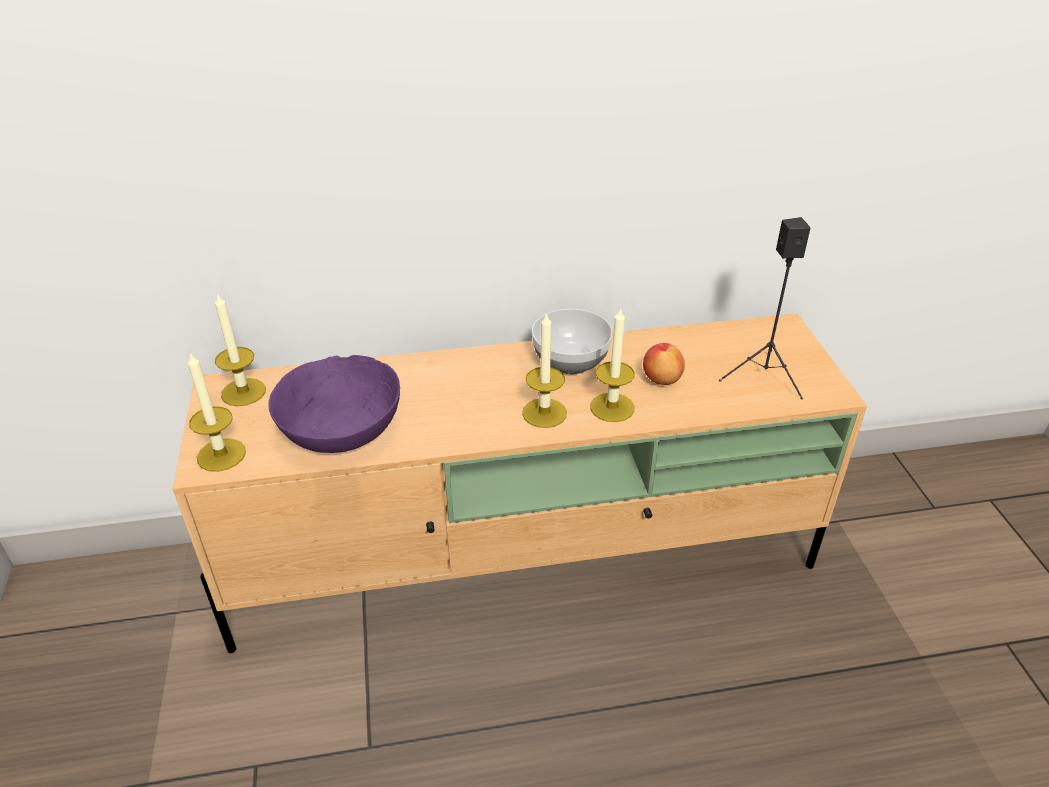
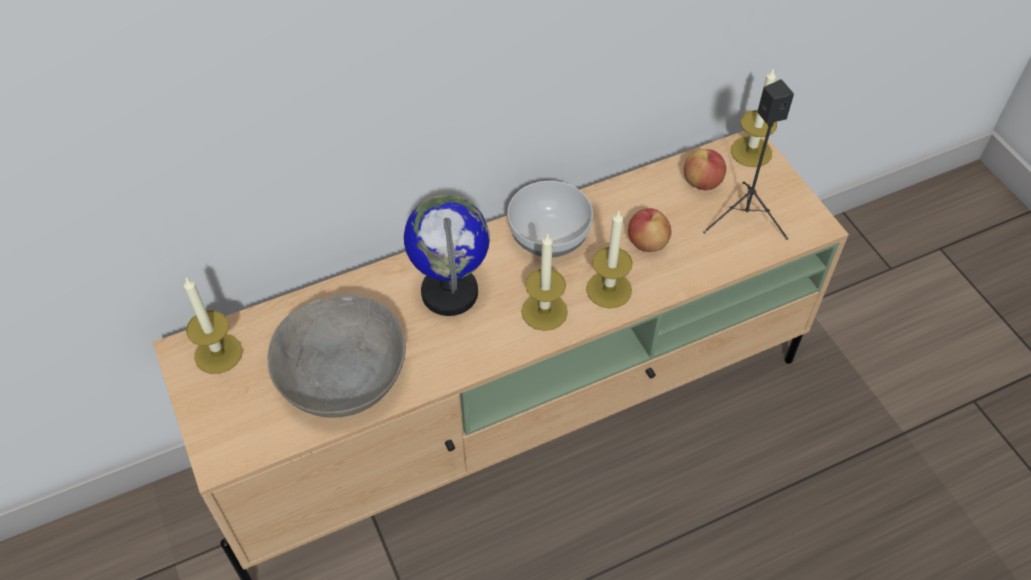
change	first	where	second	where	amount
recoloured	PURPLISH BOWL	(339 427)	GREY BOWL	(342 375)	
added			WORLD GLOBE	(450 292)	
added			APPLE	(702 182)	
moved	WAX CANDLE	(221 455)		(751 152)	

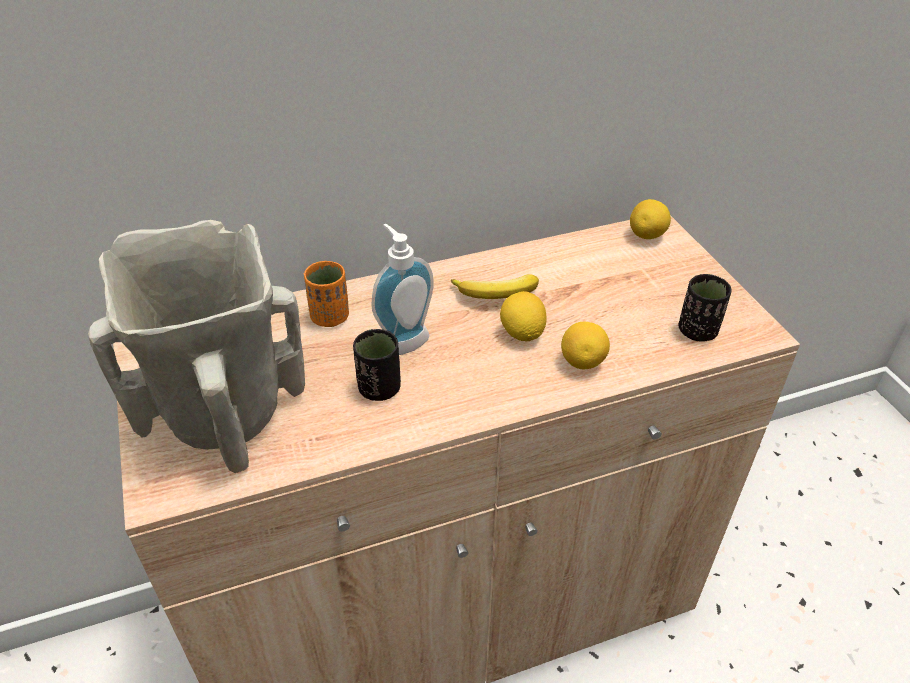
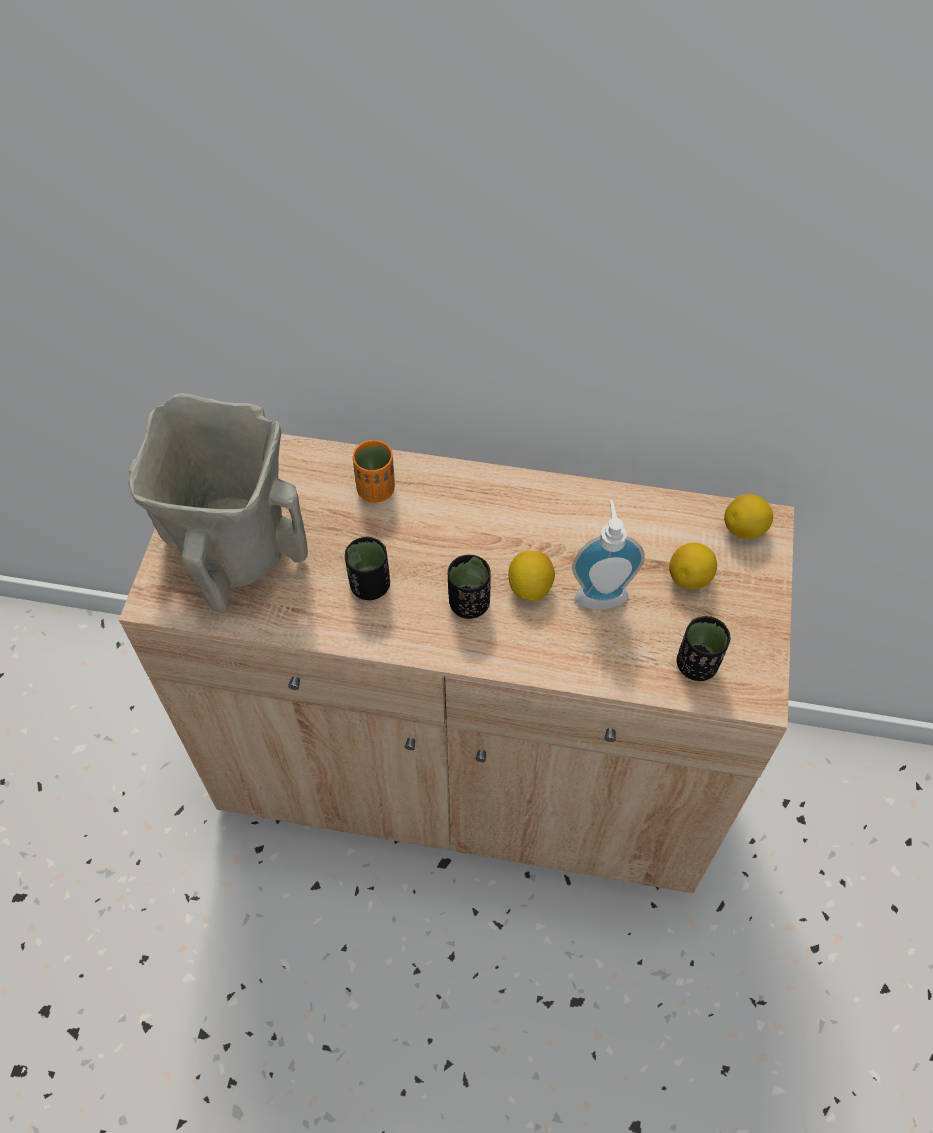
change	first	where	second	where	amount
added			BLACK CUP	(469 603)	
moved	LIQUID SOAP BOTTLE	(402 340)		(600 592)	
moved	CITRUS FRUIT	(582 362)		(689 578)	
removed	WHOLE BANANA	(497 294)			

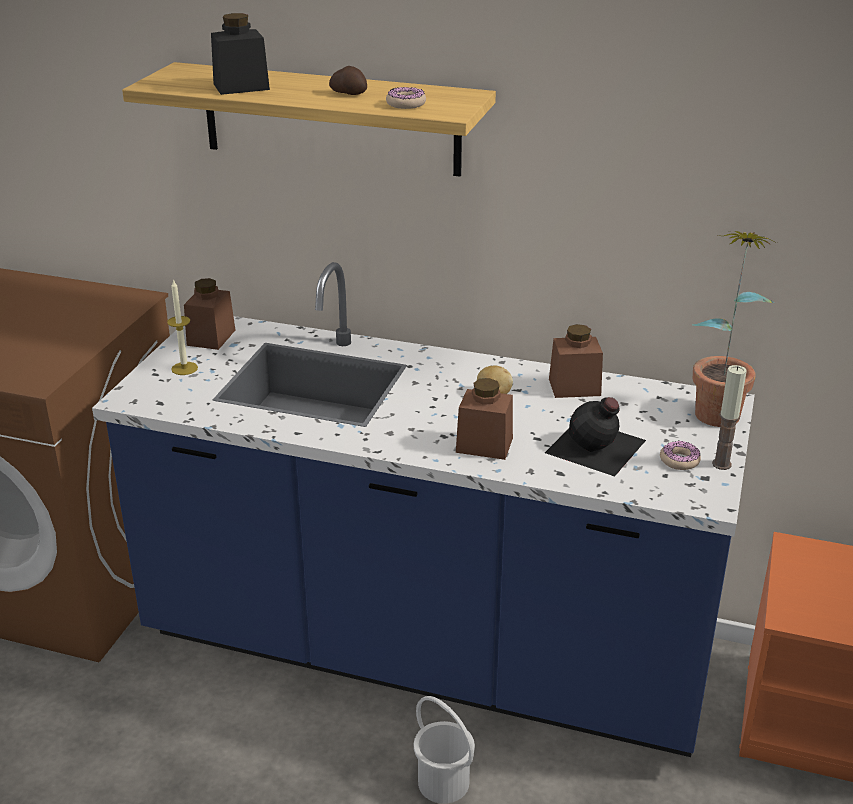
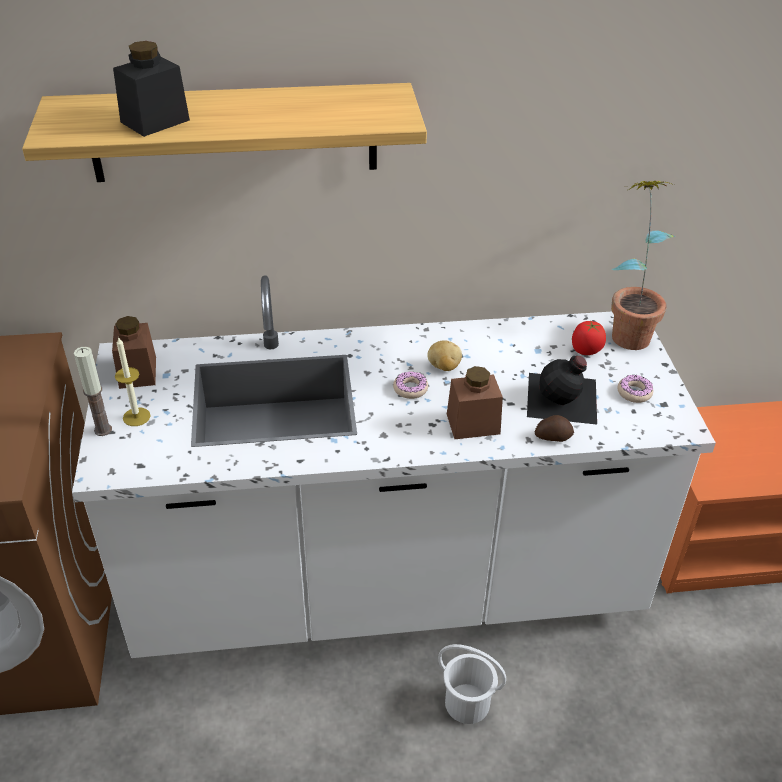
change	first	where	second	where	amount
recoloured	BLUE-COLOURED COUNTER	(426 652)	WHITE-COLOURED COUNTER	(387 587)	
moved	WAX CANDLE	(721 464)		(103 430)	
moved	DONUT	(406 104)		(410 389)	
moved	POTATO	(349 93)		(553 436)	
added			WHOLE TOMATO	(586 350)	
removed	BROWNISH STORAGE JAR	(574 387)			

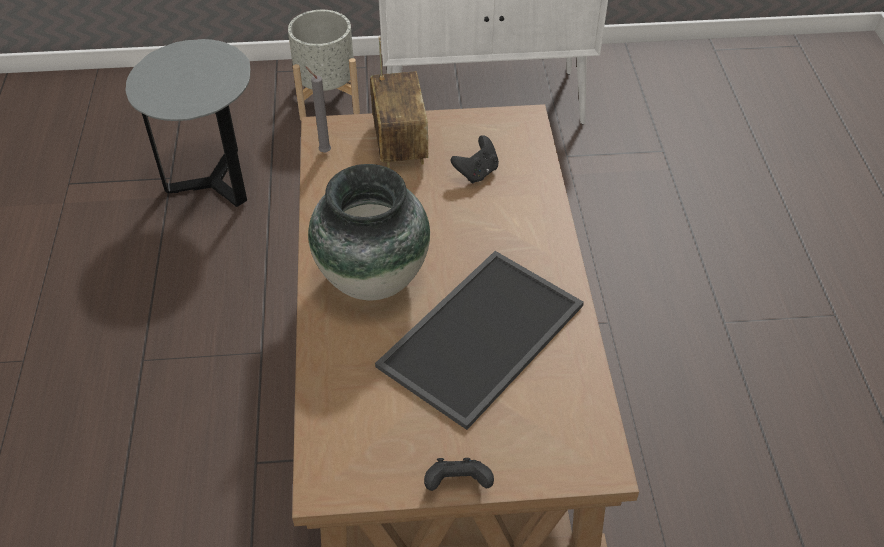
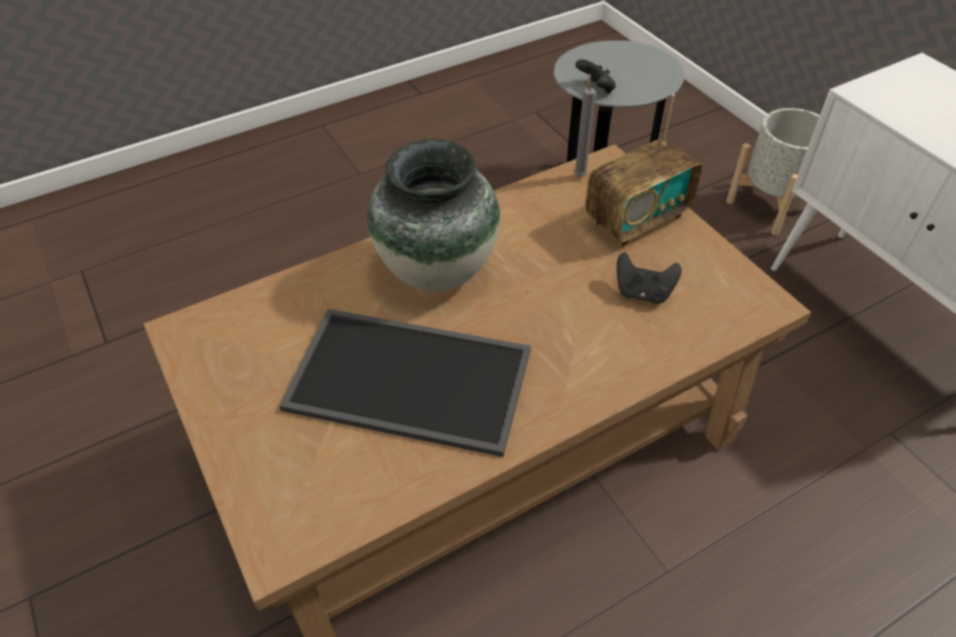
change	first	where	second	where	amount
moved	BLACK JOYPAD	(458 485)		(596 89)	

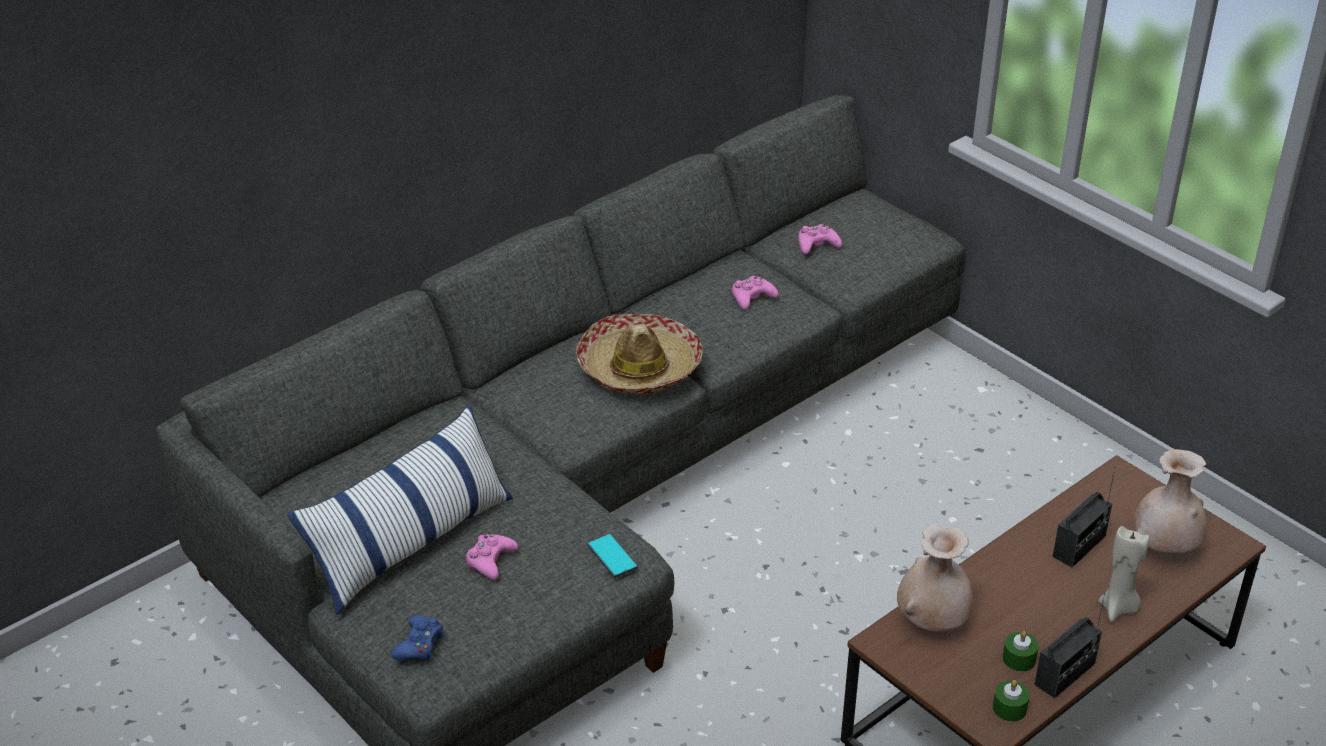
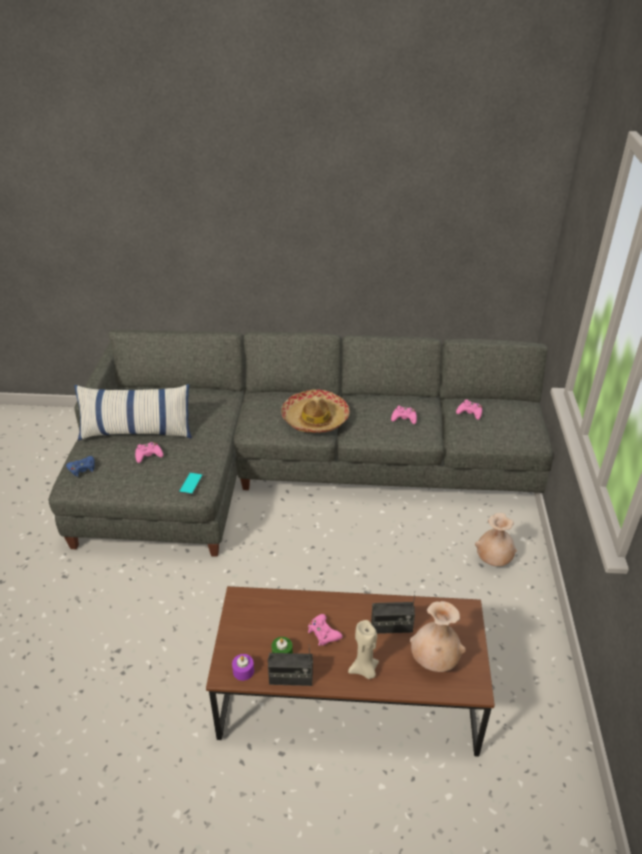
change	first	where	second	where	amount
recoloured	GREEN-COLOURED WAX CANDLE	(1009 708)	PURPLISH WAX CANDLE	(243 671)	
added			PINK-COLOURED JOYPAD	(323 633)	
moved	BEIGE-COLOURED VASE	(932 621)		(493 560)	

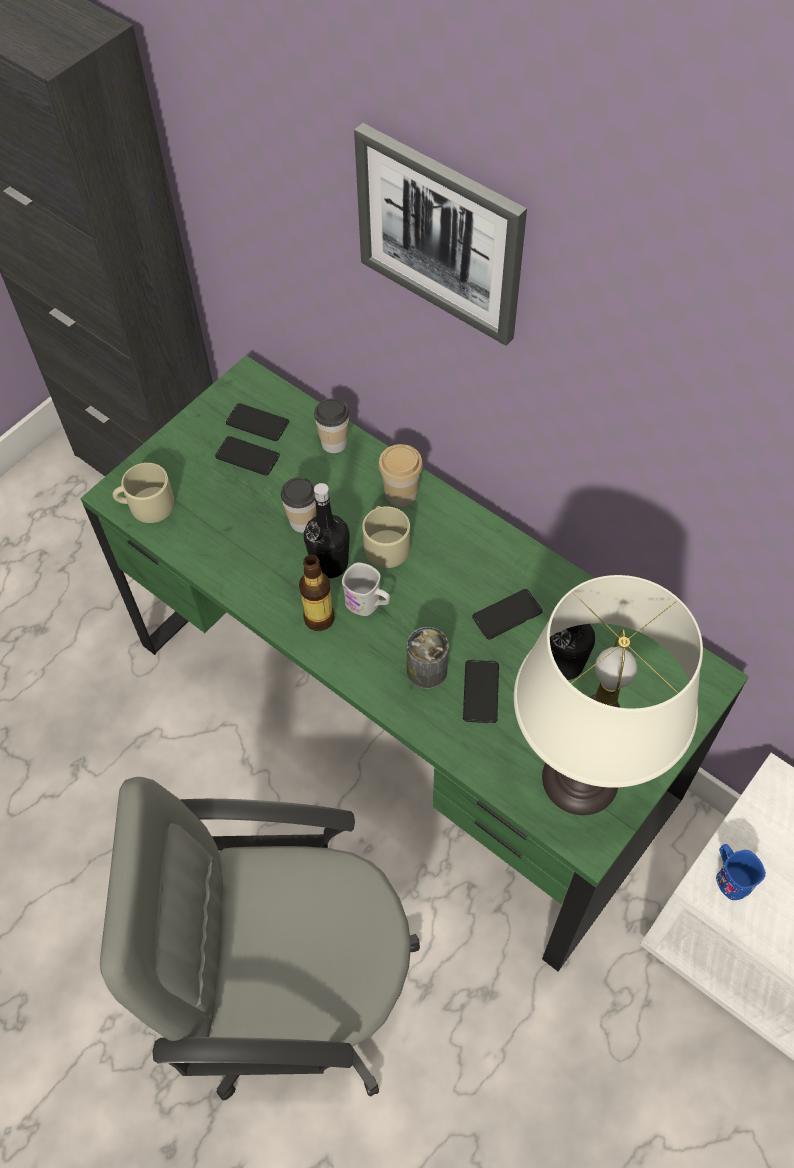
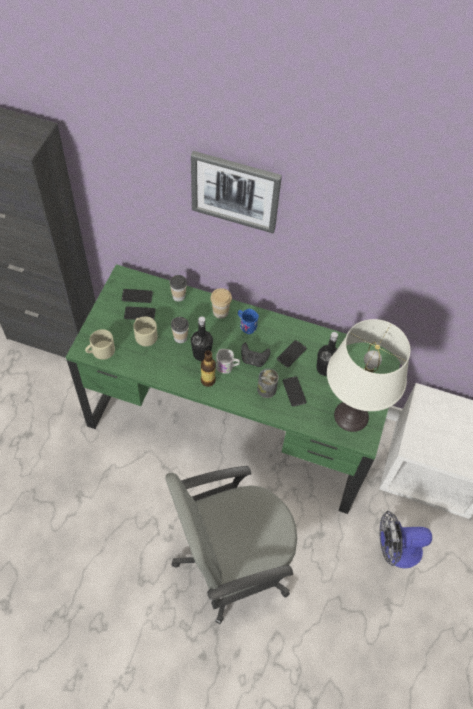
change	first	where	second	where	amount
moved	BEIGE-COLOURED TEA MUG	(385 543)		(144 334)	
moved	BLUE-COLOURED TEA MUG	(730 876)		(246 325)	
added			BLACK JOYPAD	(254 360)	
added			COOLING FAN	(395 550)	

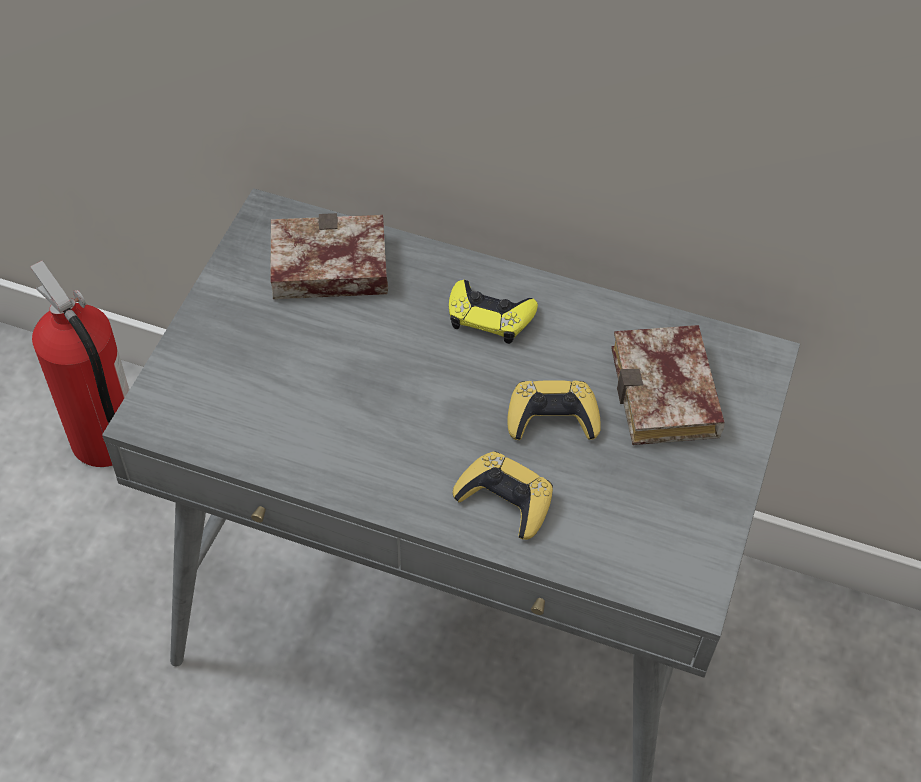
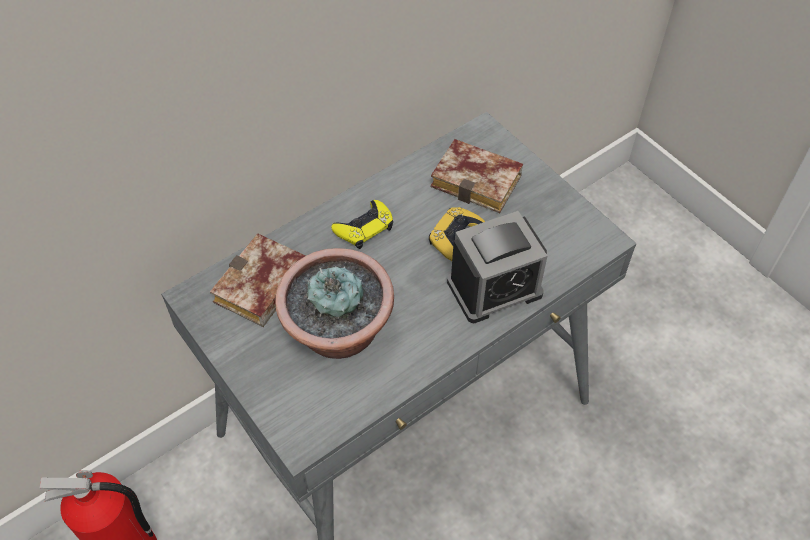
change	first	where	second	where	amount
added			POTTED PLANT	(339 334)	
replaced	YELLOW-COLOURED JOYPAD	(505 500)	TABLE CLOCK	(494 288)	

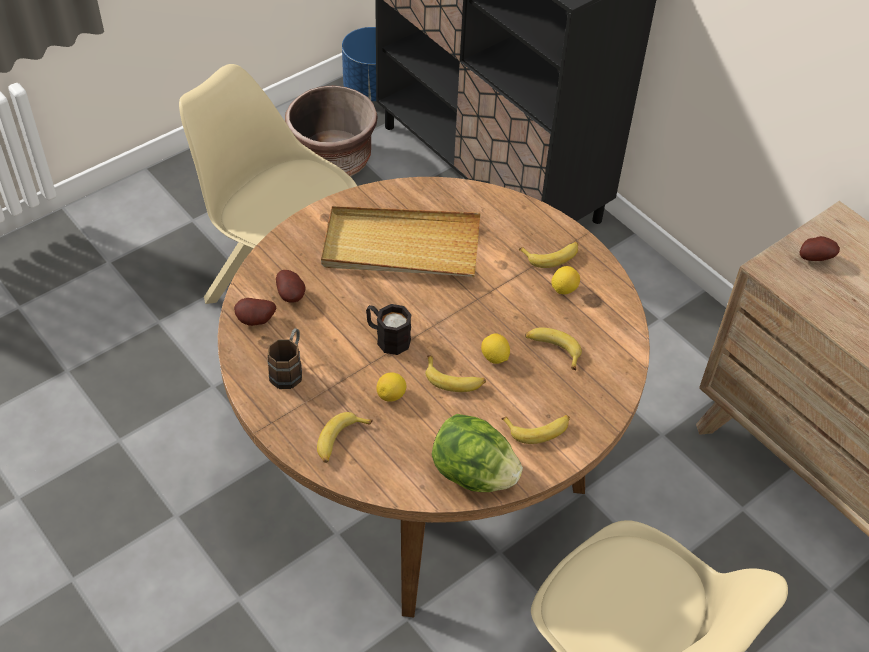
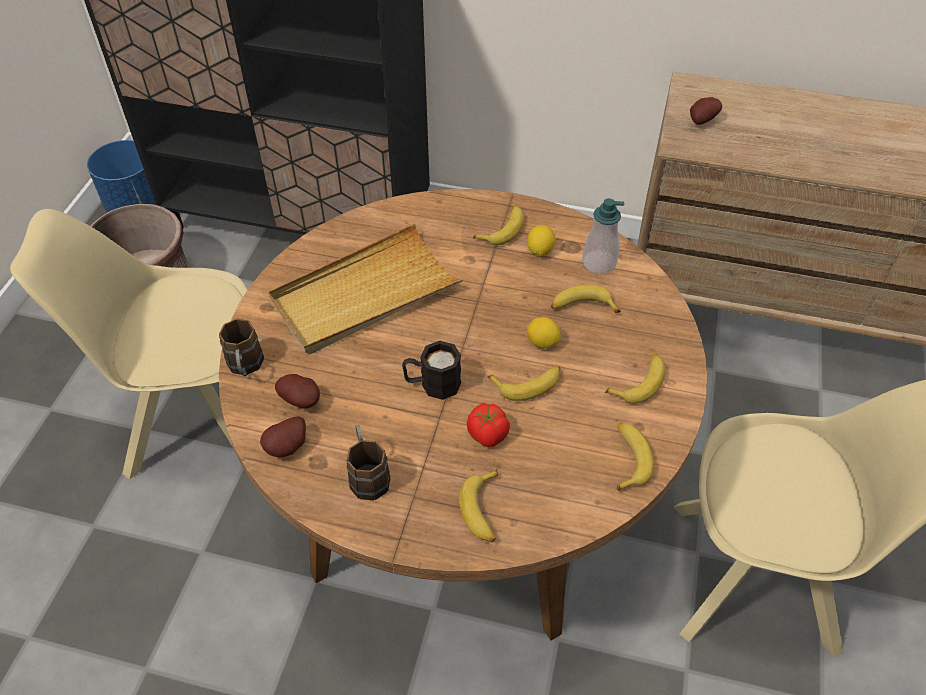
change	first	where	second	where	amount
added			BROWNISH TEA MUG	(245 368)	
replaced	CITRUS FRUIT	(391 395)	WHOLE TOMATO	(487 435)	
added			LIQUID SOAP BOTTLE	(599 263)	
replaced	LETTUCE	(473 474)	WHOLE BANANA	(628 458)	

